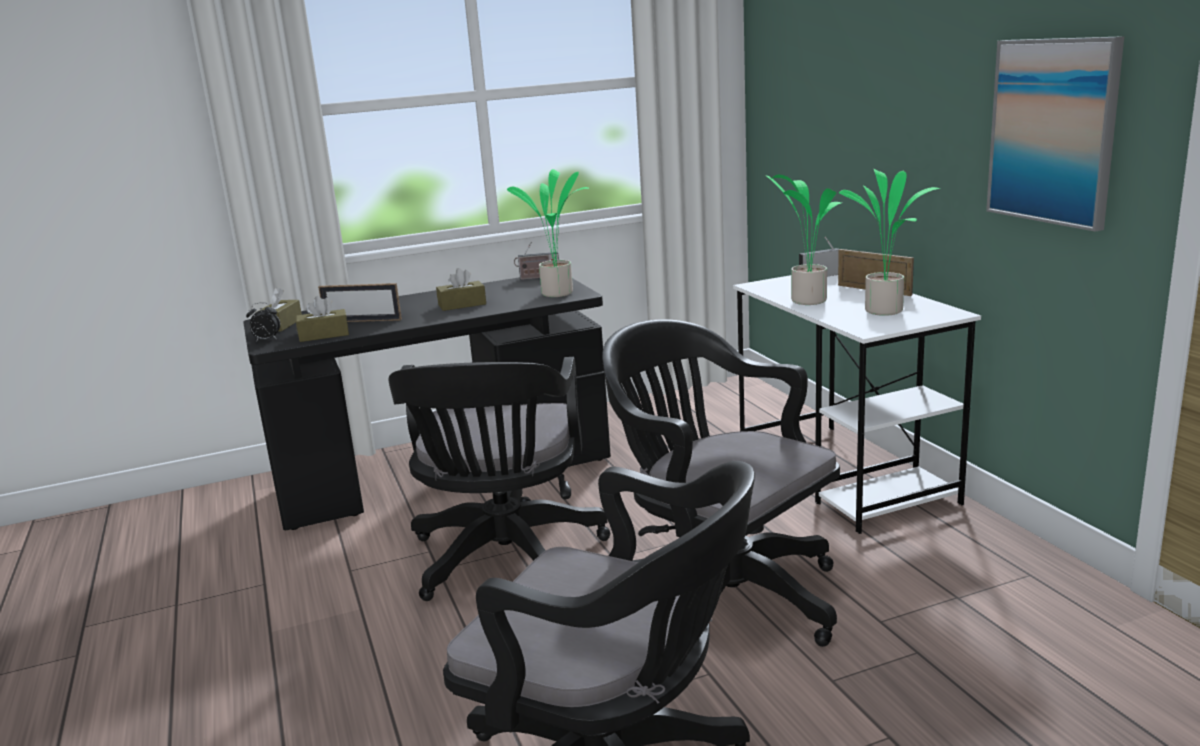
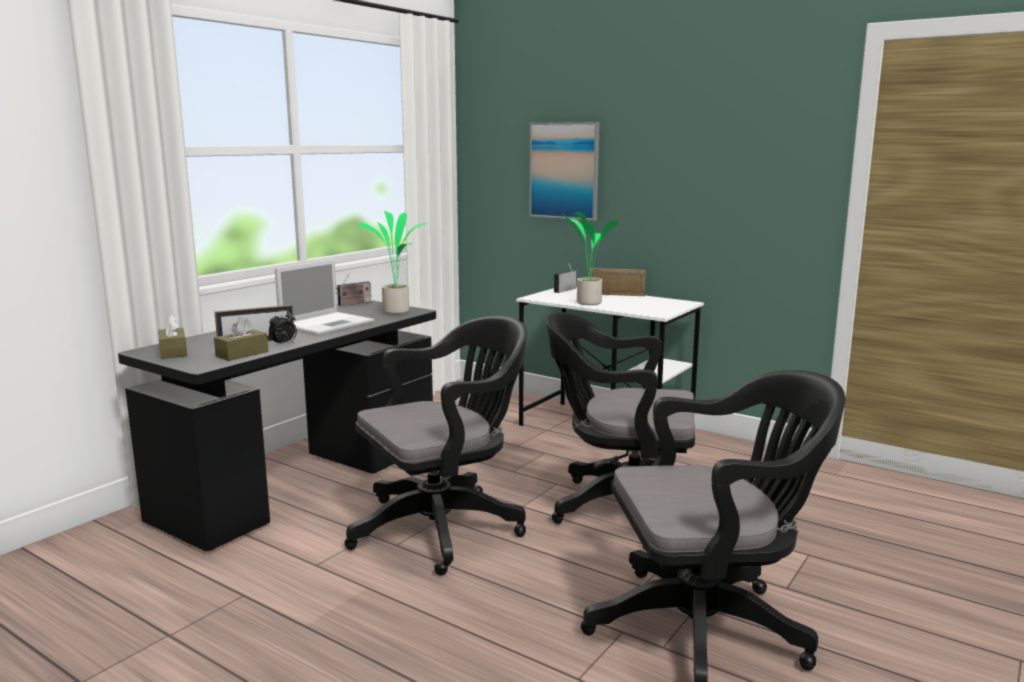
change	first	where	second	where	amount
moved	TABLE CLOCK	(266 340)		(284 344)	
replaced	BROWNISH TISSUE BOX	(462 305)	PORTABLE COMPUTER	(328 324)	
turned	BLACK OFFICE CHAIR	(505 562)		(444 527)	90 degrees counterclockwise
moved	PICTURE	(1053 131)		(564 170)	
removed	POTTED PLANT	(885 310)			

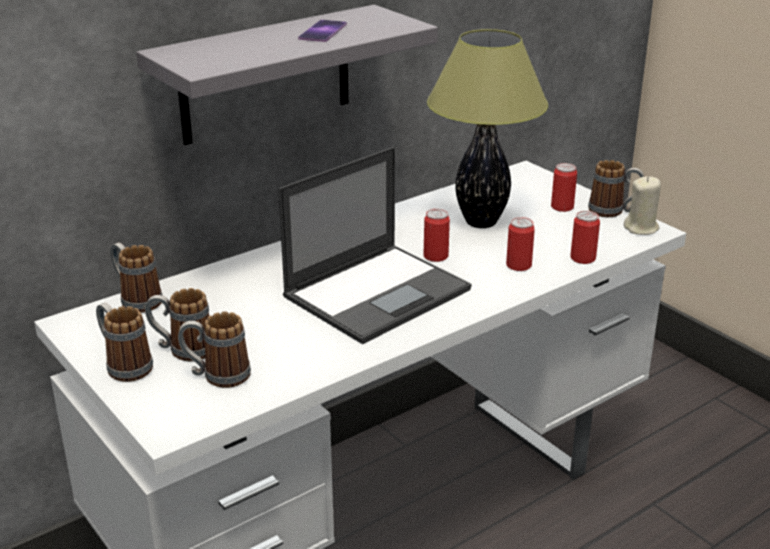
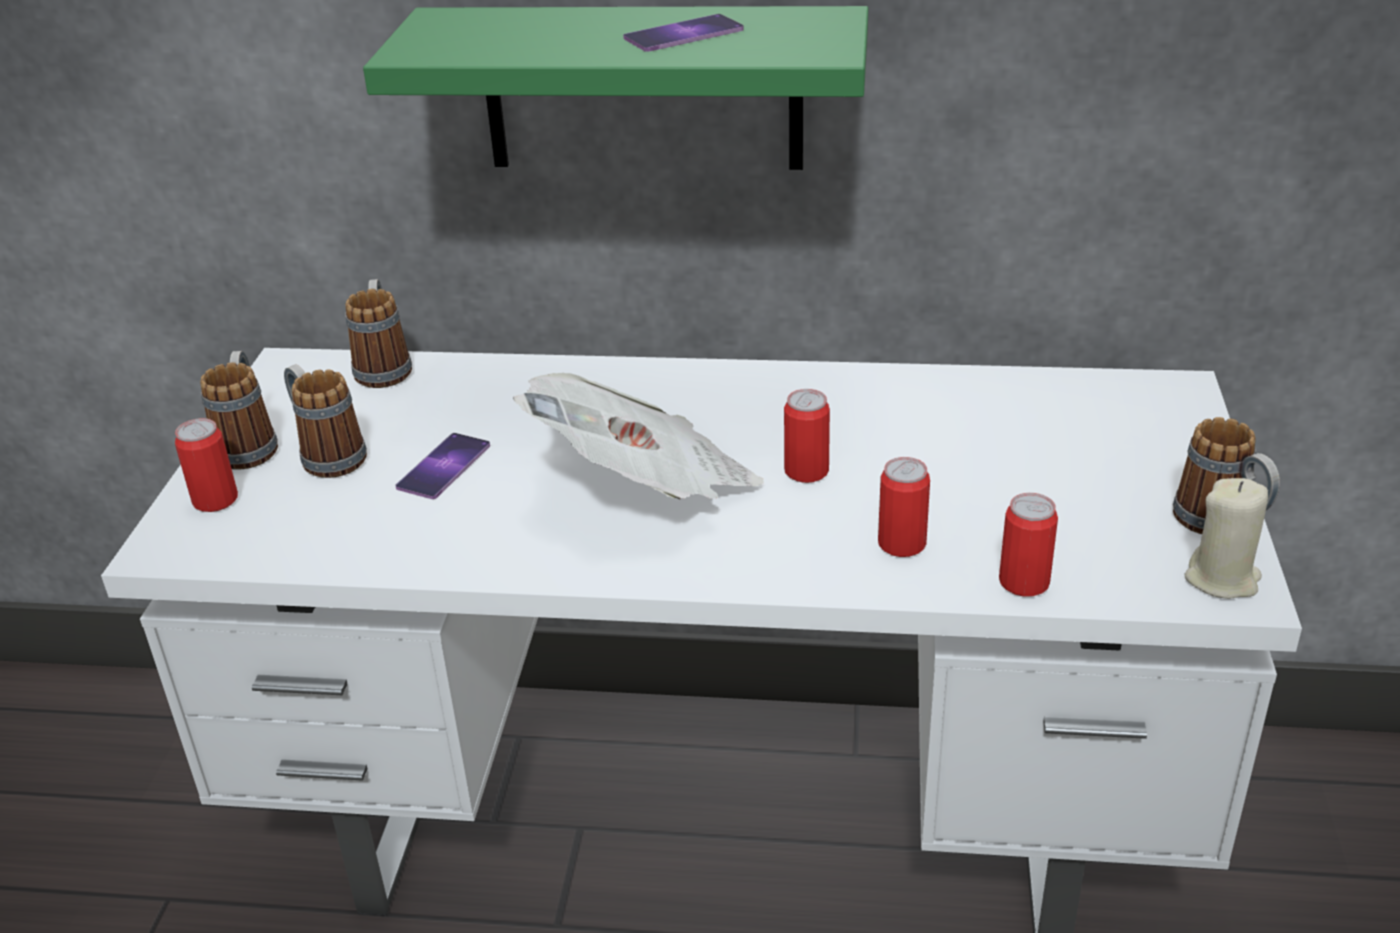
change	first	where	second	where	amount
moved	SEALED CAN	(562 207)		(215 500)	
recoloured	GREY SHELF	(266 75)	GREEN-COLOURED SHELF	(642 88)	
added			PHONE	(444 466)	
replaced	PORTABLE COMPUTER	(378 292)	PRINTED PAPER	(646 489)	
removed	TEA MUG	(217 376)			
removed	LAMP FOR A TABLE	(480 222)			

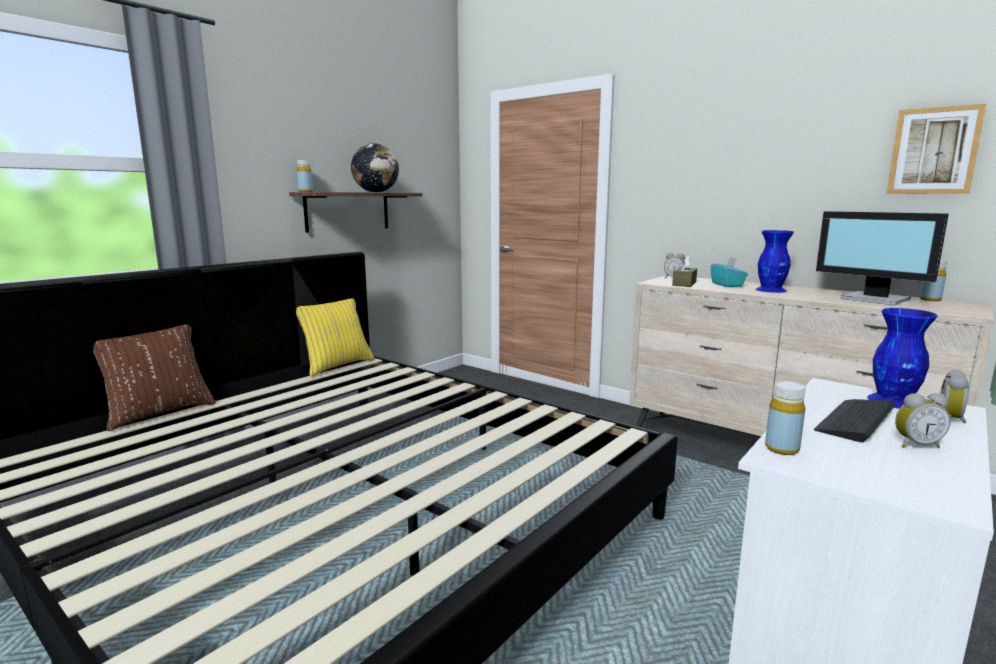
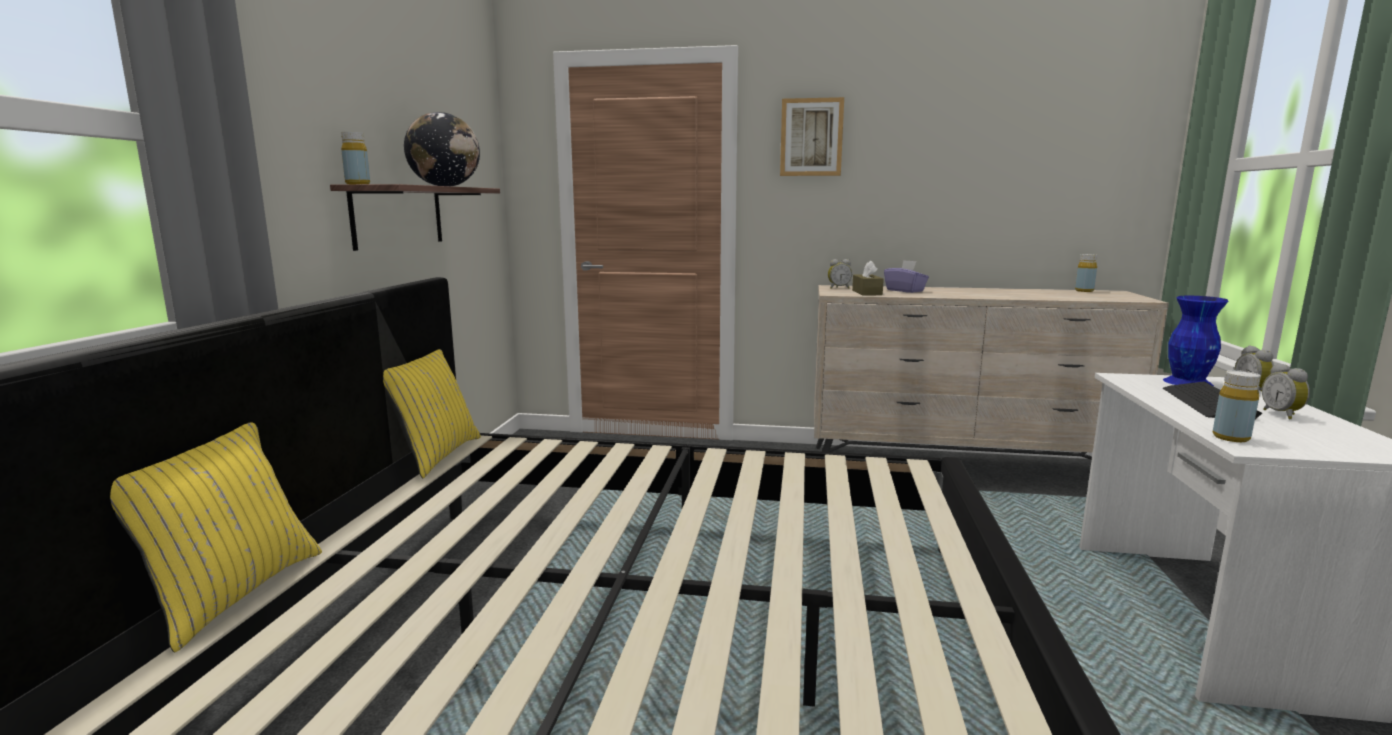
change	first	where	second	where	amount
recoloured	BROWNISH CUSHION	(159 413)	YELLOW-COLOURED CUSHION	(231 594)	
moved	PICTURE	(934 151)		(811 137)	
recoloured	TURQUOISE TISSUE BOX	(727 285)	PURPLISH TISSUE BOX	(905 290)	
turned	TABLE CLOCK	(915 445)		(1282 414)	120 degrees clockwise
removed	BLUE-COLOURED VASE	(771 290)			
removed	MONITOR	(875 299)			

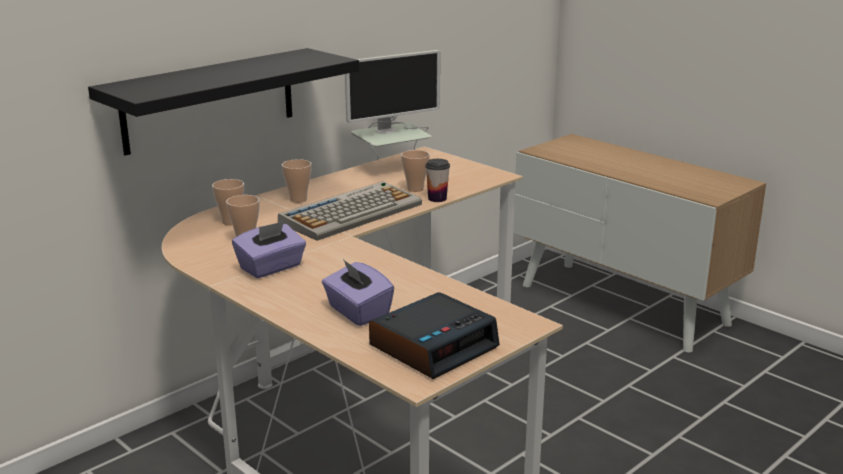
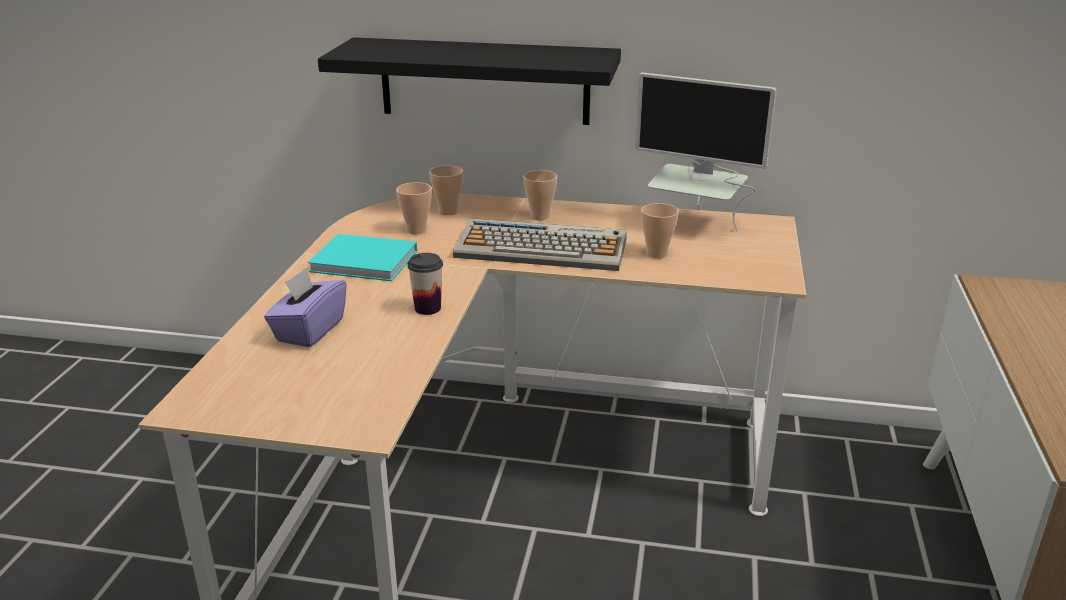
change	first	where	second	where	amount
replaced	PURPLISH TISSUE BOX	(271 268)	TURQUOISE BOUND BOOK	(367 261)	
moved	CUP	(437 199)		(427 308)	
removed	TABLE CLOCK	(434 346)			

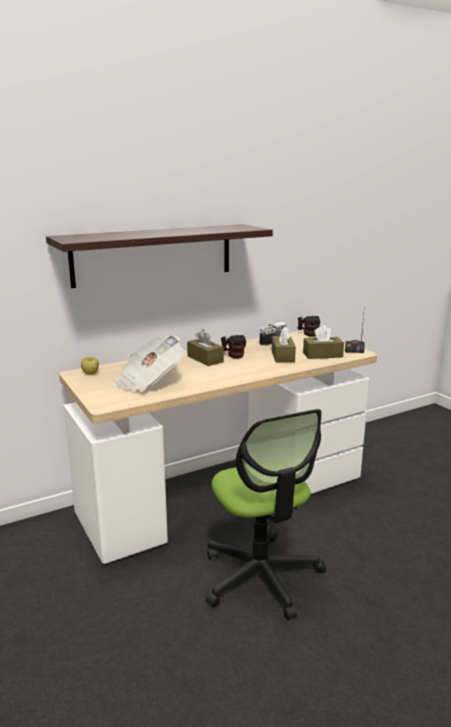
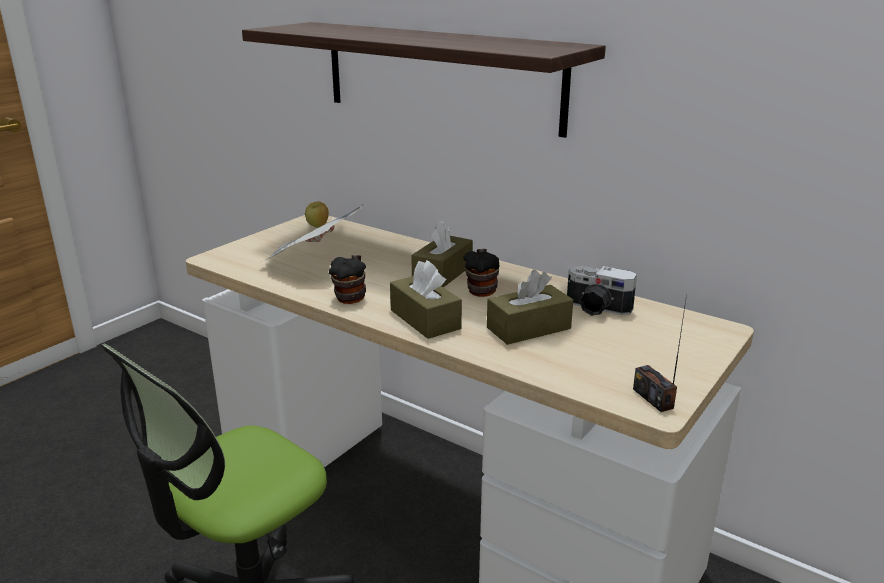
change	first	where	second	where	amount
moved	TEA MUG	(308 334)		(352 296)	
moved	BROWNISH TISSUE BOX	(322 355)		(425 319)	

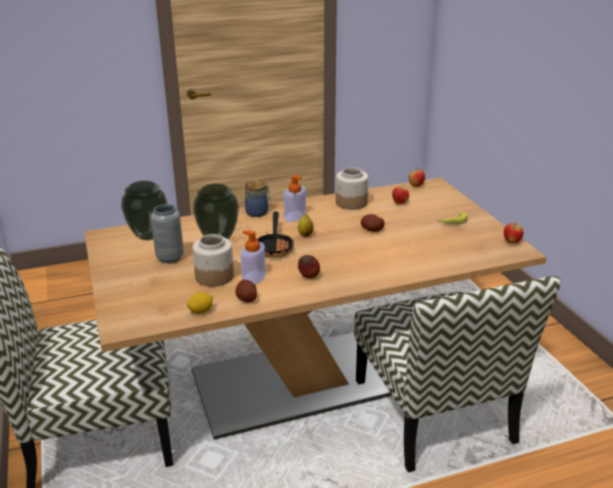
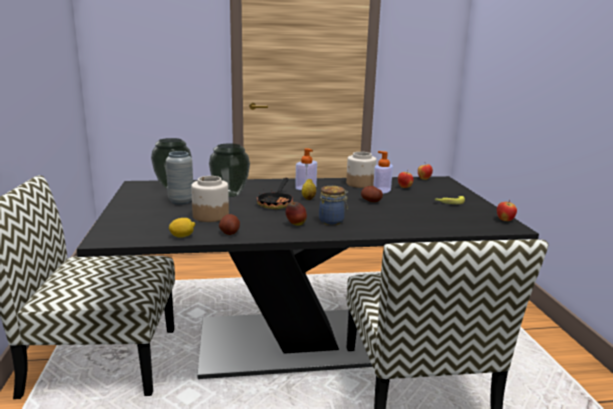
change	first	where	second	where	amount
recoloured	BEIGE-COLOURED DINNER TABLE	(307 380)	BLACK DINNER TABLE	(302 342)	
moved	STORAGE JAR	(258 212)		(332 221)	
moved	LIQUID SOAP BOTTLE	(254 277)		(382 190)	

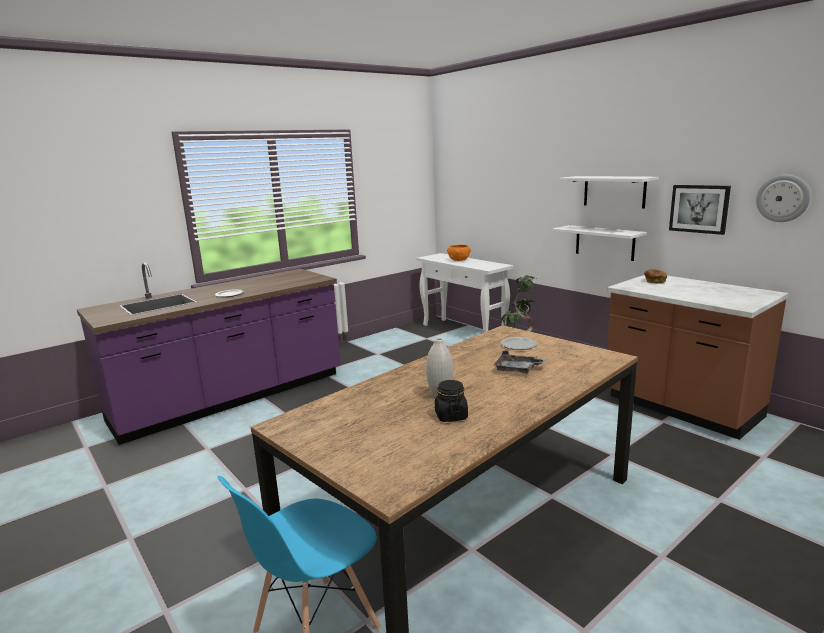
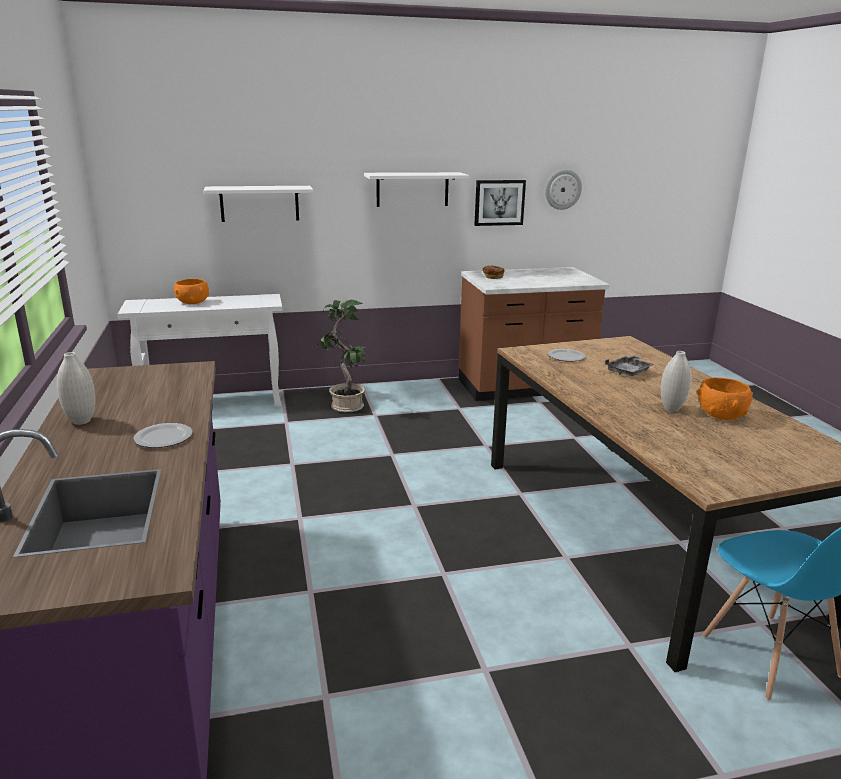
change	first	where	second	where	amount
added			WHITE-COLOURED VASE	(81 421)	
moved	WHITE-COLOURED SHELF	(604 242)		(259 203)	
replaced	BLACK STORAGE JAR	(451 416)	ORANGE BOWL	(720 415)	

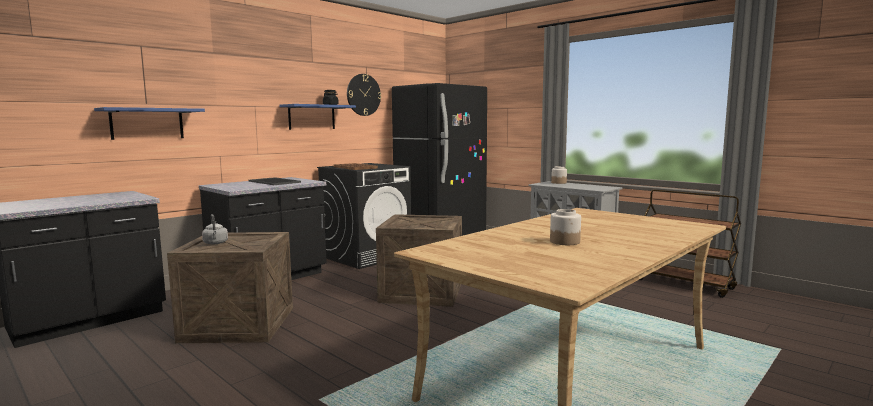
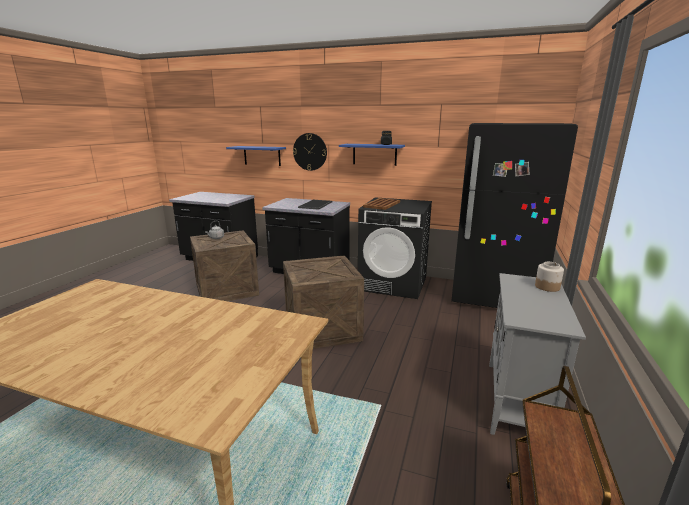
change	first	where	second	where	amount
moved	CLOCK ON THE WALL	(363 95)		(310 152)	
removed	STORAGE JAR	(565 242)			

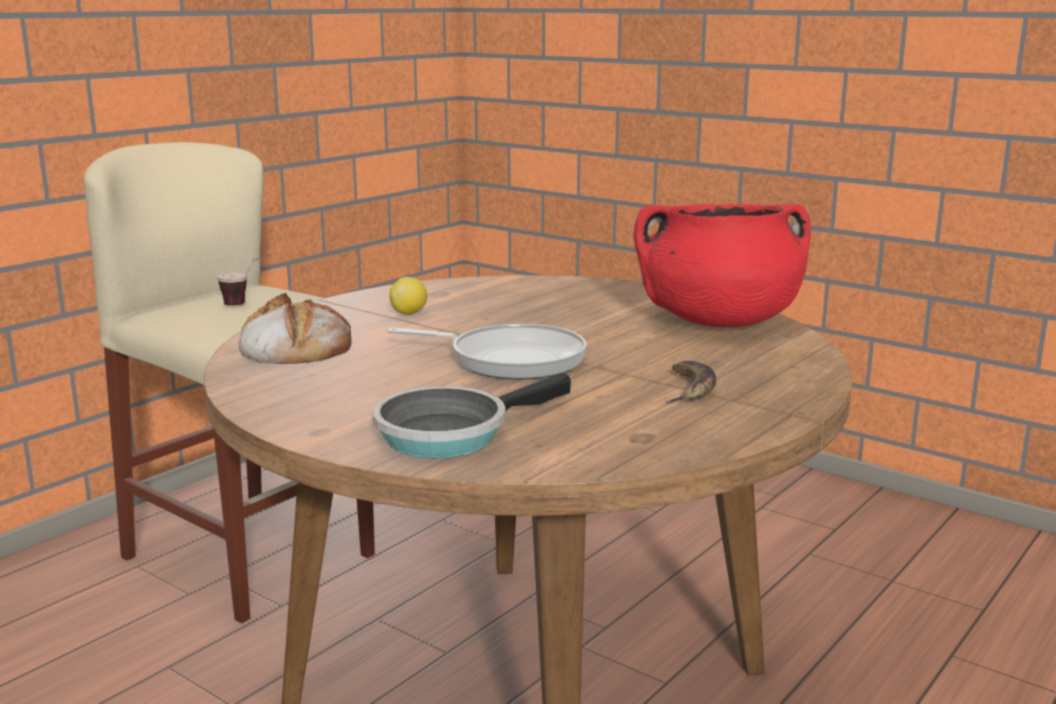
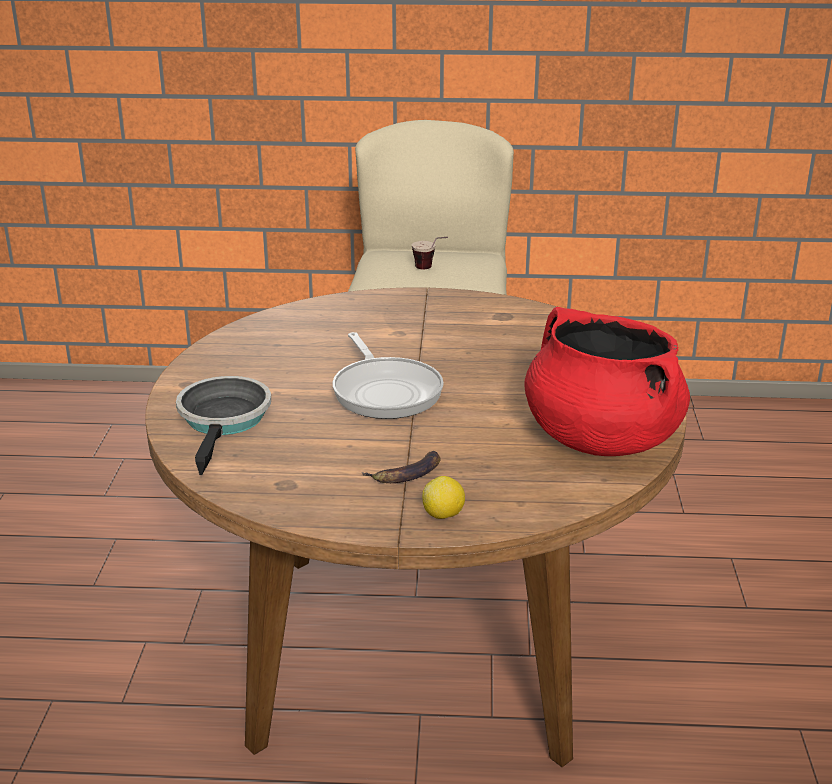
change	first	where	second	where	amount
turned	PAN	(450 433)		(224 421)	75 degrees clockwise
moved	CITRUS FRUIT	(409 313)		(443 515)	
removed	BAKERY BREAD	(294 346)			

